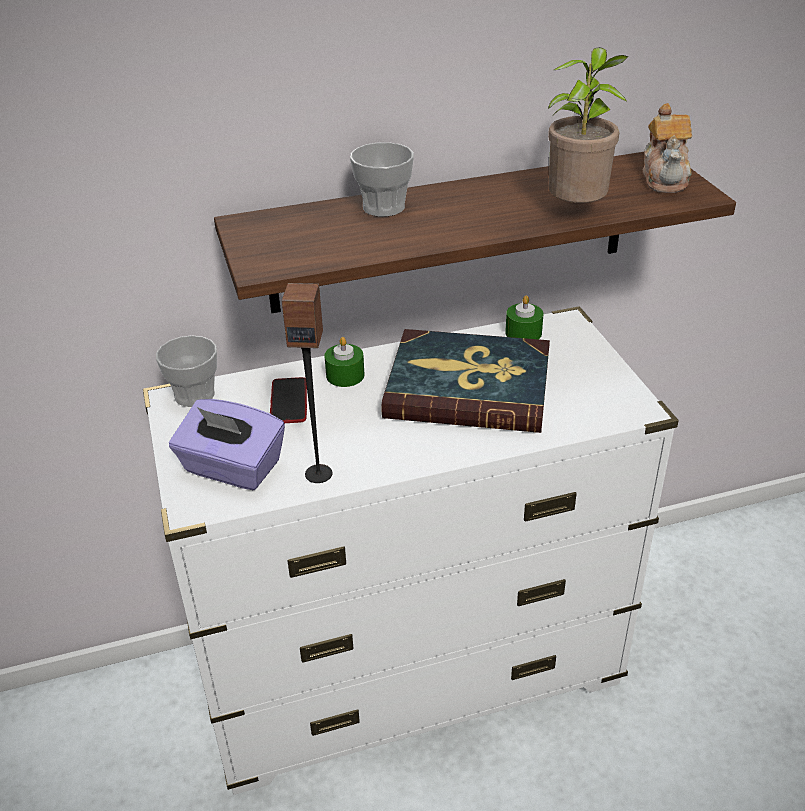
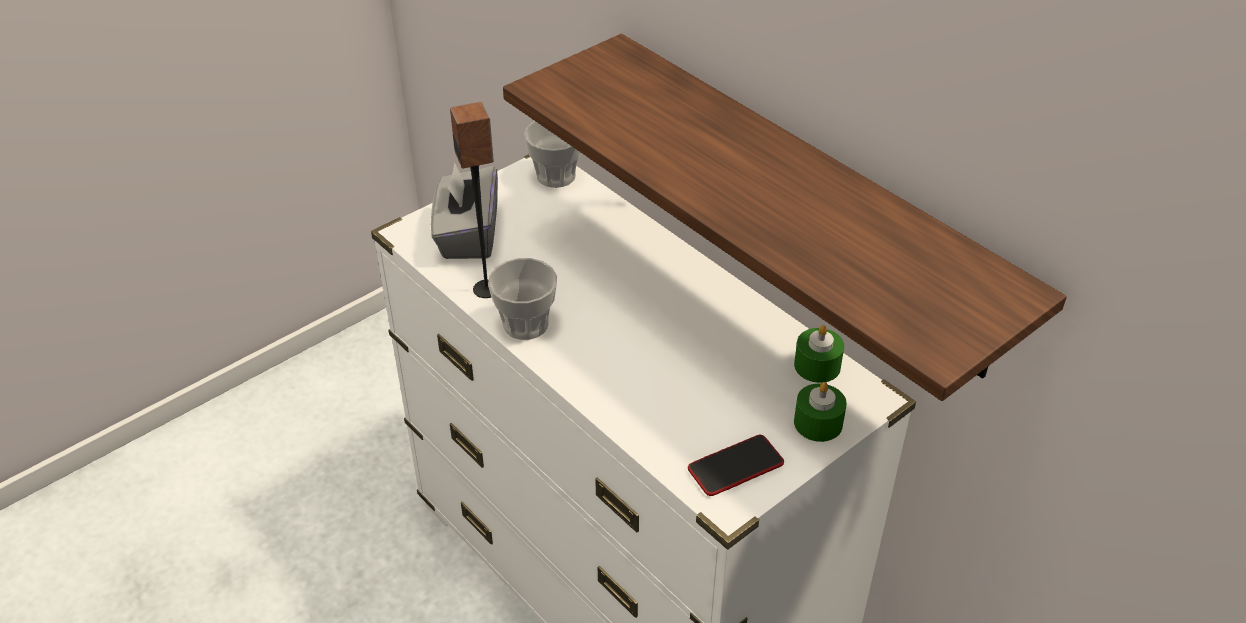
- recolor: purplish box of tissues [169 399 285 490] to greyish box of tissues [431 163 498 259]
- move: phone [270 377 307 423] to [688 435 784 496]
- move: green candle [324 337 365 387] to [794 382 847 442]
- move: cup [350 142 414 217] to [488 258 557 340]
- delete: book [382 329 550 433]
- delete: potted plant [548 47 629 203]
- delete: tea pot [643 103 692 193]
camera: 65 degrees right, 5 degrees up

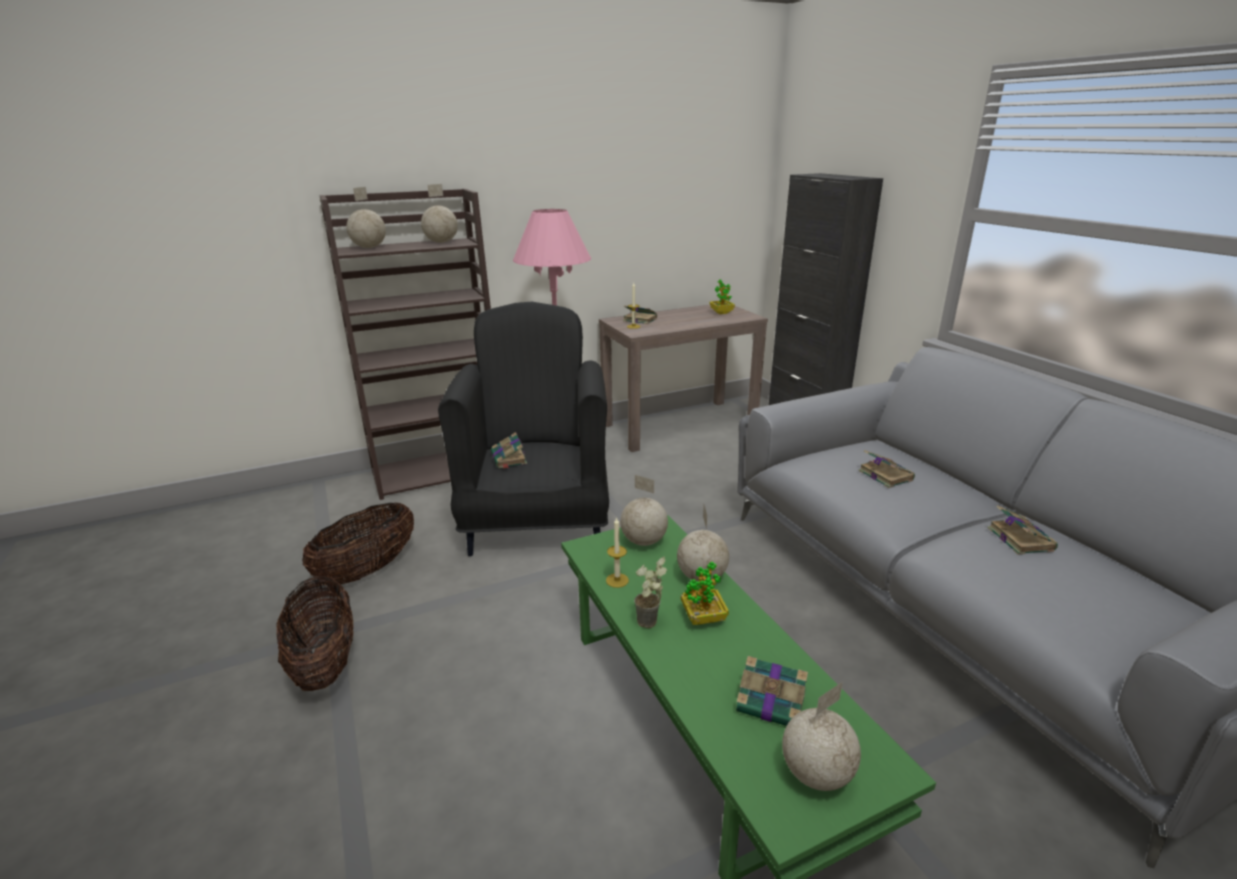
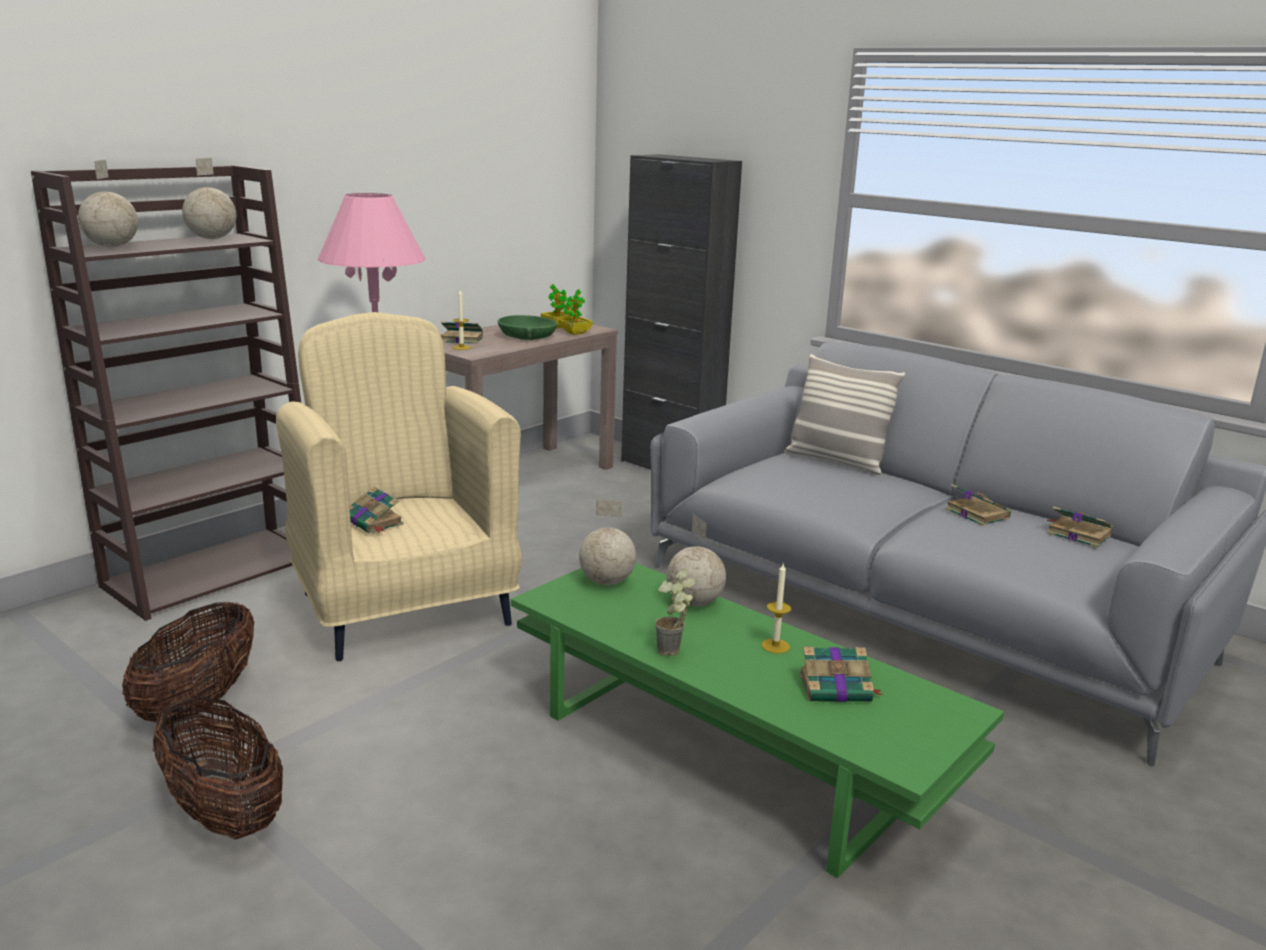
- recolor: black-coloured easy chair [438 302 609 556] to sand-coloured easy chair [276 312 522 661]
- move: candle [606 517 629 588] to [762 564 791 654]
- move: potted plant [681 562 729 625] to [558 289 593 335]
- delete: world globe [782 682 861 791]
- move: book [858 450 915 488] to [1047 506 1113 548]
- insert: green serving bowl [498 315 557 340]
- insert: pillow [784 354 905 475]
camera: 25 degrees left, 5 degrees down

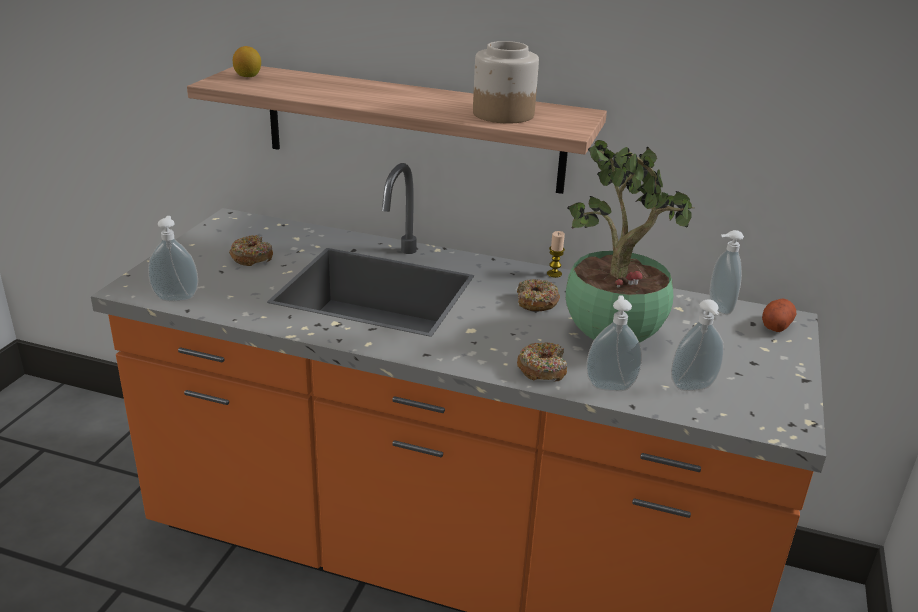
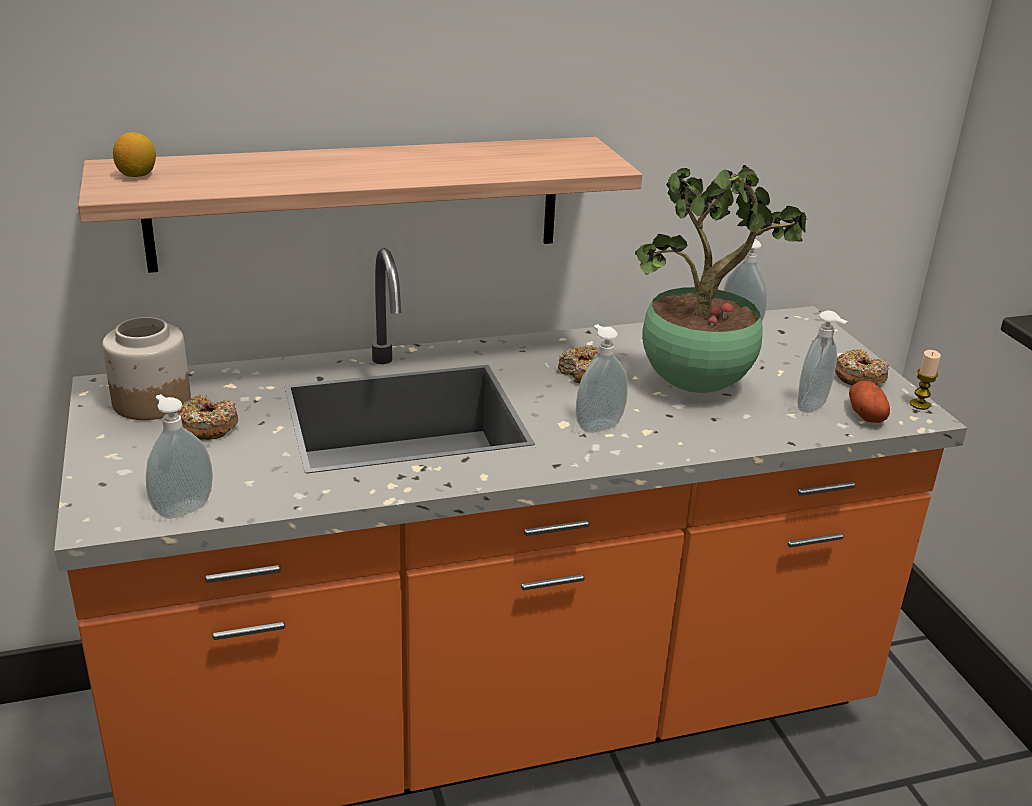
- move: storage jar [473 41 539 123] to [102 317 191 420]
- move: doughnut [517 342 567 382] to [835 349 889 386]
- move: candle [547 231 565 278] to [910 350 941 410]
- move: liquid soap bottle [586 295 642 391] to [576 324 628 433]
- move: spud [762 298 796 332] to [849 381 890 423]
camera: 35 degrees left, 0 degrees up

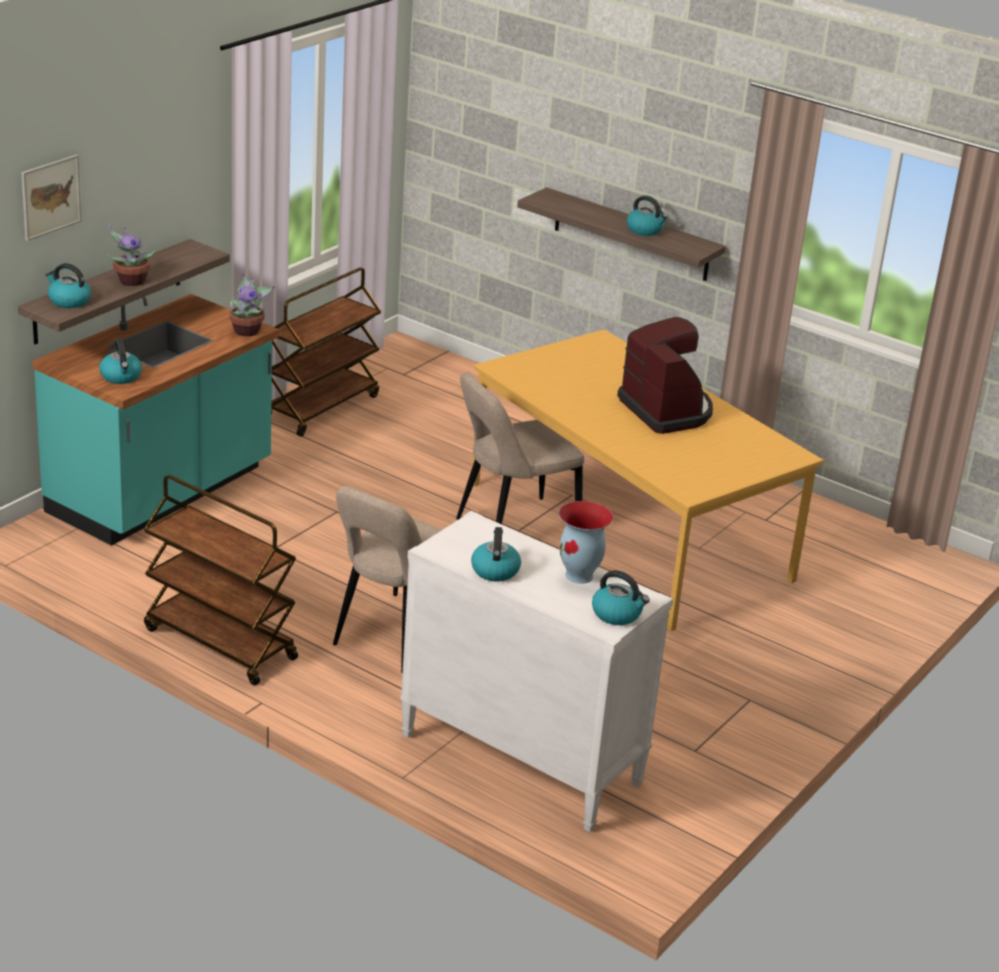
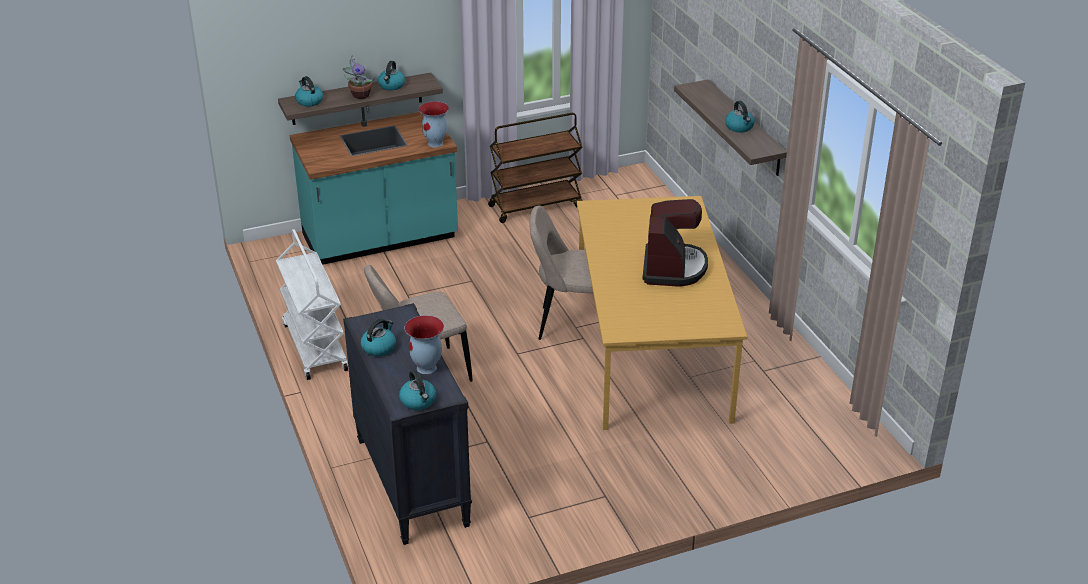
- delete: wall art [21 155 81 241]
- move: tea kettle [99 339 142 384] to [378 61 405 91]
- recolor: brownish trolley [144 475 298 685] to white trolley [276 229 348 380]
- replace: potted plant [229 273 274 336] to decorative vase [419 101 449 148]
- recolor: white drawer chest [400 511 673 832] to black-coloured drawer chest [343 303 472 545]
camera: 35 degrees right, 5 degrees up

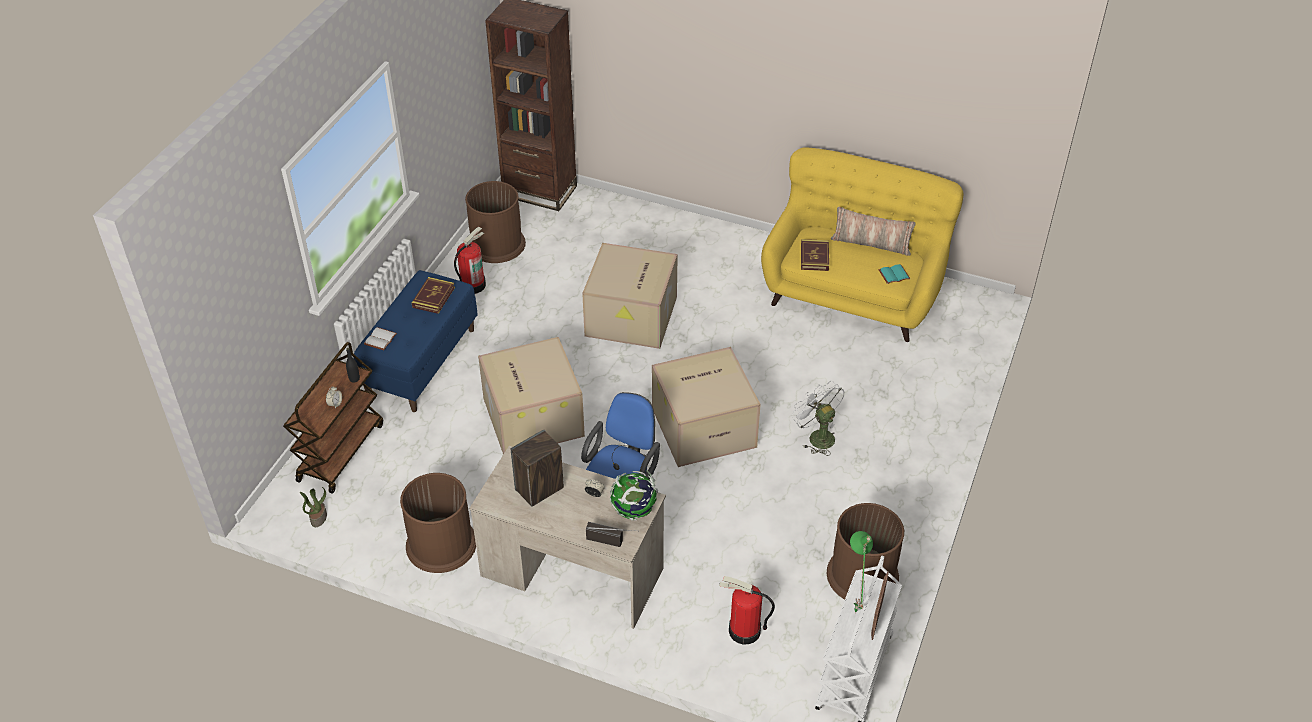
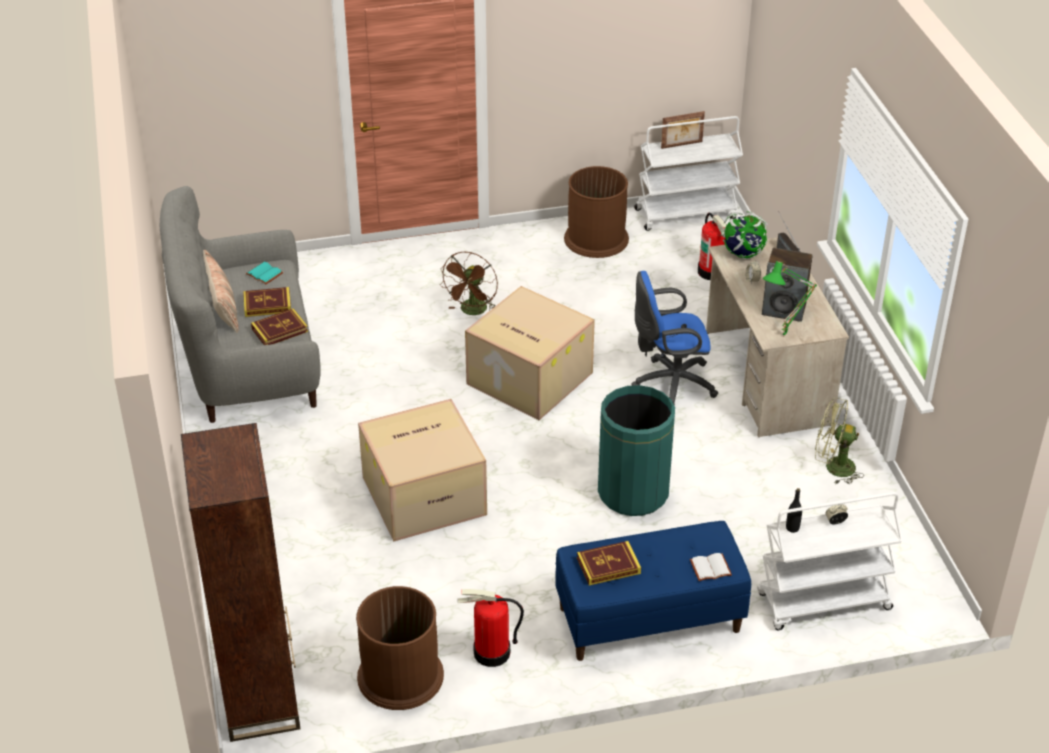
- recolor: brownish trolley [283 342 383 494] to white trolley [757 492 902 630]
- delete: potted plant [300 487 327 527]
- replace: brownish trash can [400 473 476 573] to green electric fan [815 398 864 484]
- replace: packing box [478 337 585 454] to green trash can [598 385 675 516]
- recolor: yellowish settee [761 148 964 342] to greyish settee [160 186 320 423]
- recolor: white electric fan [792 381 845 456] to brownish electric fan [440 252 498 315]
- move: green table lamp [850 531 873 614] to [763 261 817 337]
- insert: book [243 287 291 317]
camera: 125 degrees left, 5 degrees down

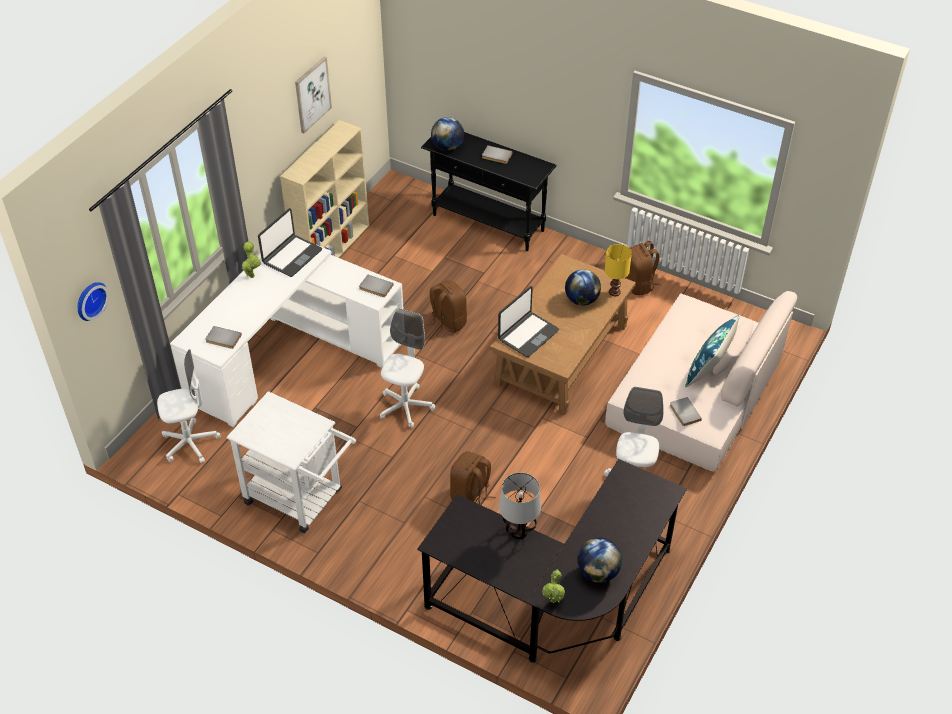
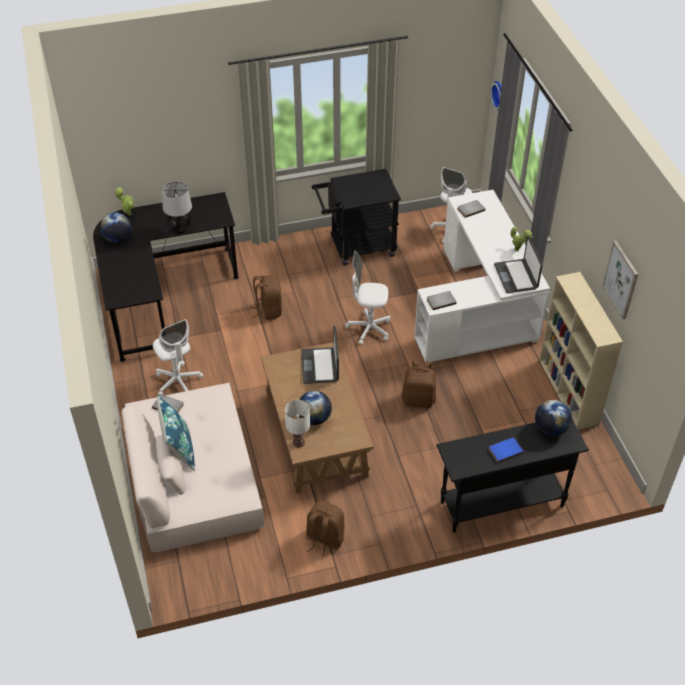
- recolor: white trolley [226 391 356 533] to black-coloured trolley [312 169 401 266]
- rotate: white desk chair [380 308 435 428] = [345 250 391 345] 120 degrees clockwise
- recolor: greyish book [482 145 513 164] to bluish book [489 438 524 463]
- recolor: yellowish table lamp [604 244 632 296] to white table lamp [285 400 310 448]
camera: 135 degrees right, 0 degrees up

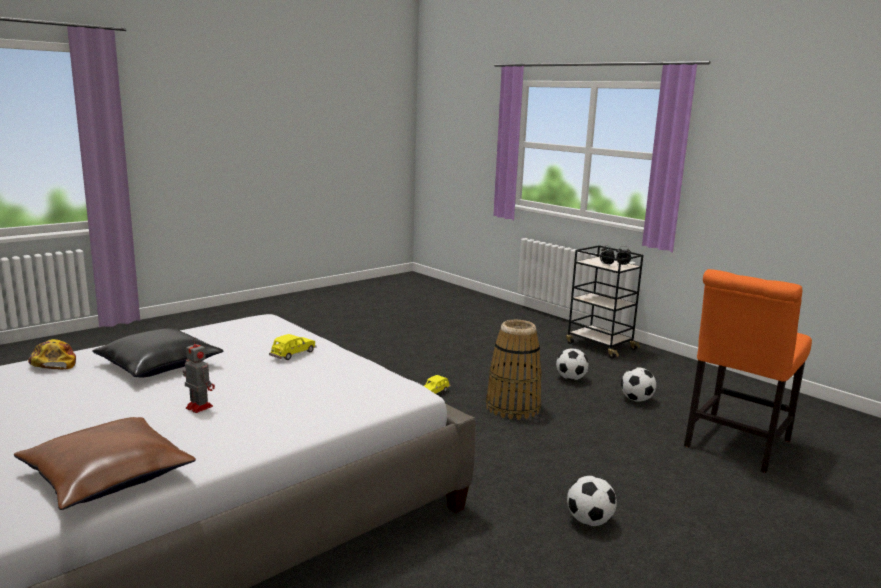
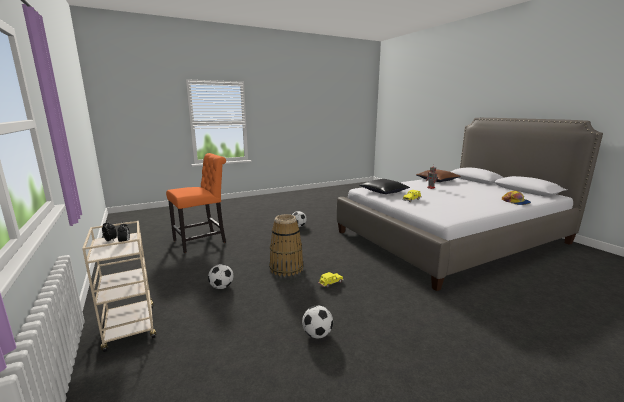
- move: black-coloured pillow [92 328 223 378] to [360 179 410 194]
- recolor: black-coloured trolley [566 245 643 358] to sand-coloured trolley [82 221 156 352]
- move: ball for football [621 367 656 402] to [302 305 333 338]
camera: 165 degrees left, 0 degrees up

